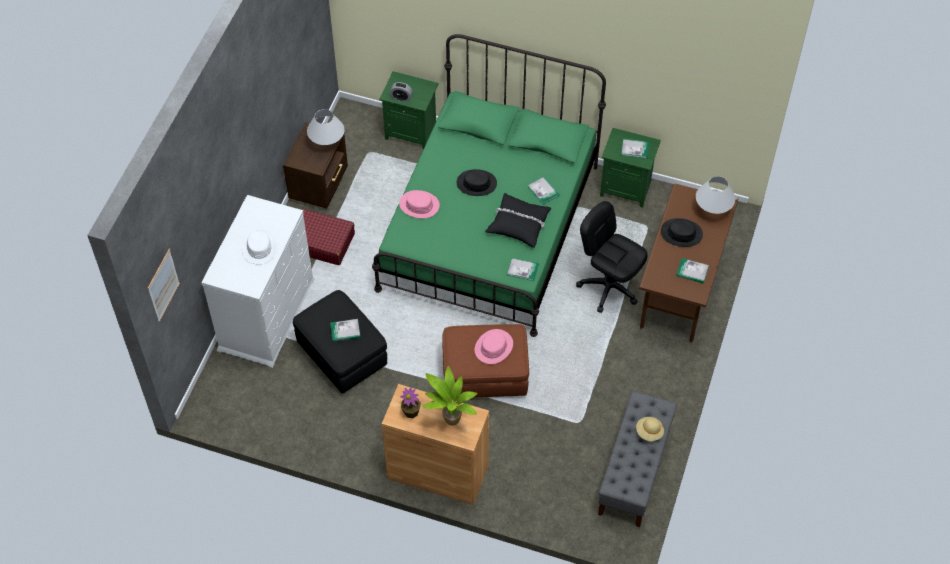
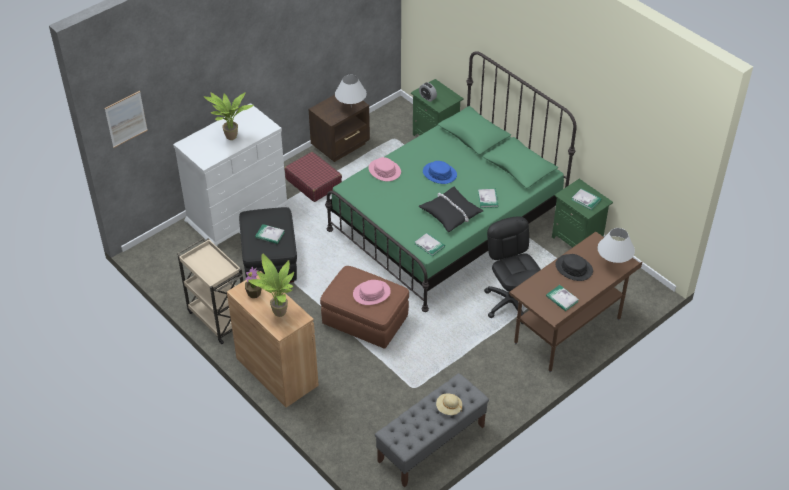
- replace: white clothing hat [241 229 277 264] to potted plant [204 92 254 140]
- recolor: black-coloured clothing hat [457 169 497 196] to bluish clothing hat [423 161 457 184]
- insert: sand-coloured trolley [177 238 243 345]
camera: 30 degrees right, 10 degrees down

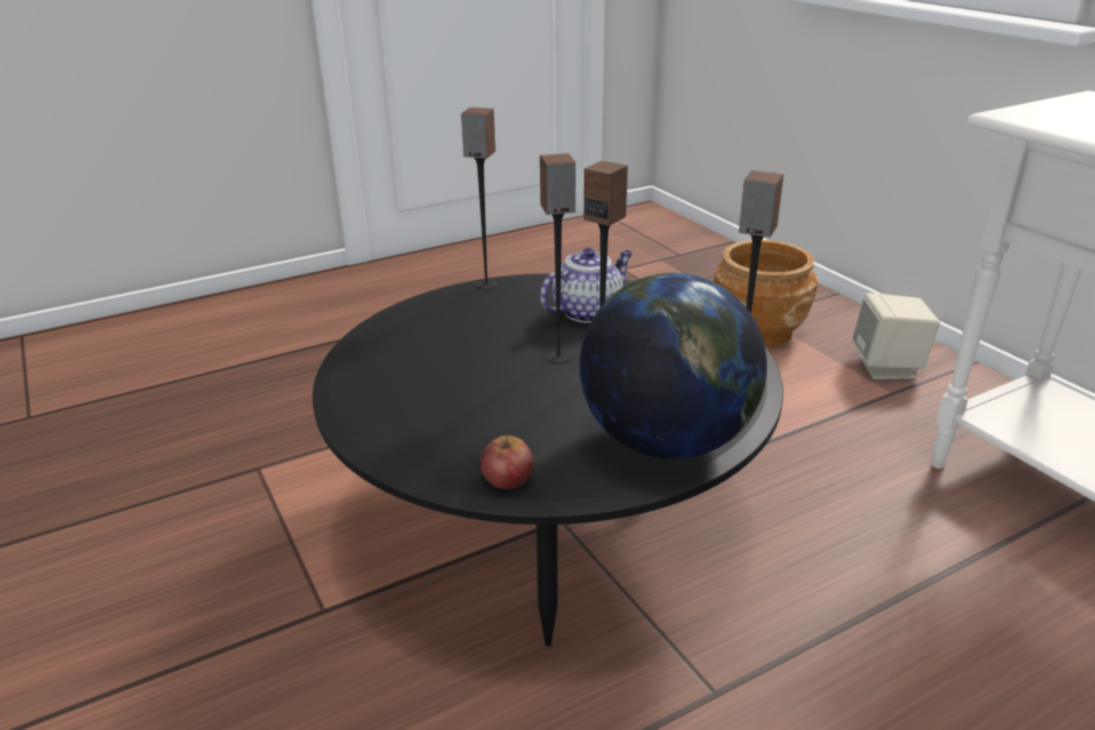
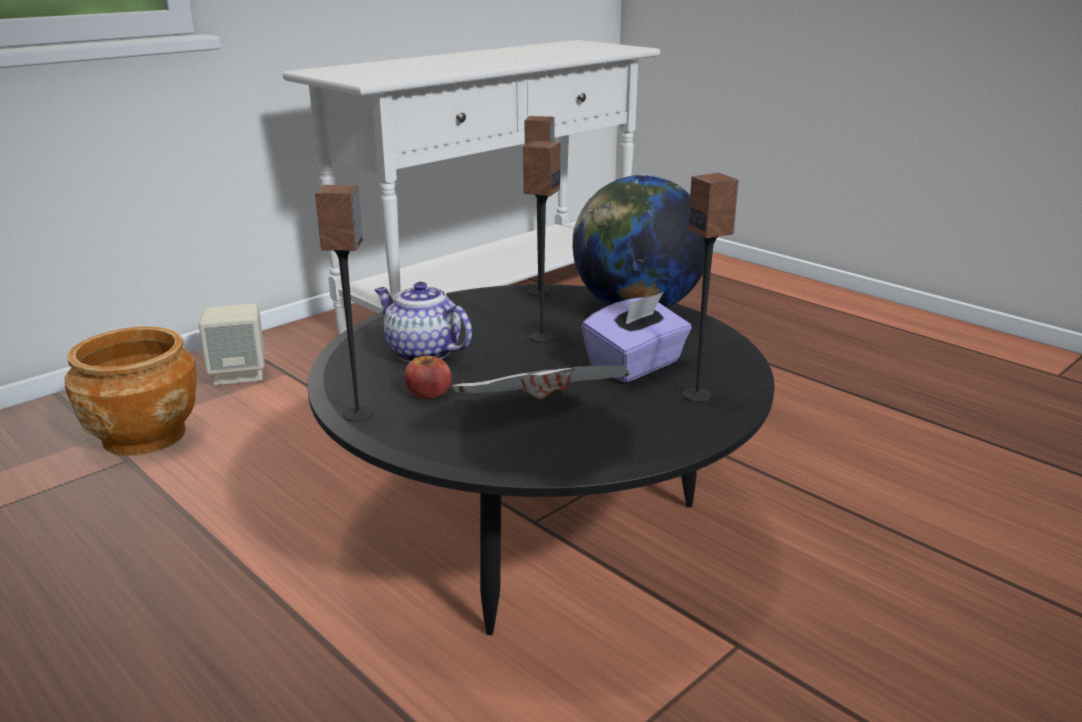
- move: apple fruit [480 434 534 489] to [404 353 452 399]
- move: loudspeaker [540 153 576 364] to [683 173 739 402]
- insert: printed paper [449 365 631 399]
- insert: purplish box of tissues [582 292 692 383]
camera: 105 degrees left, 5 degrees down

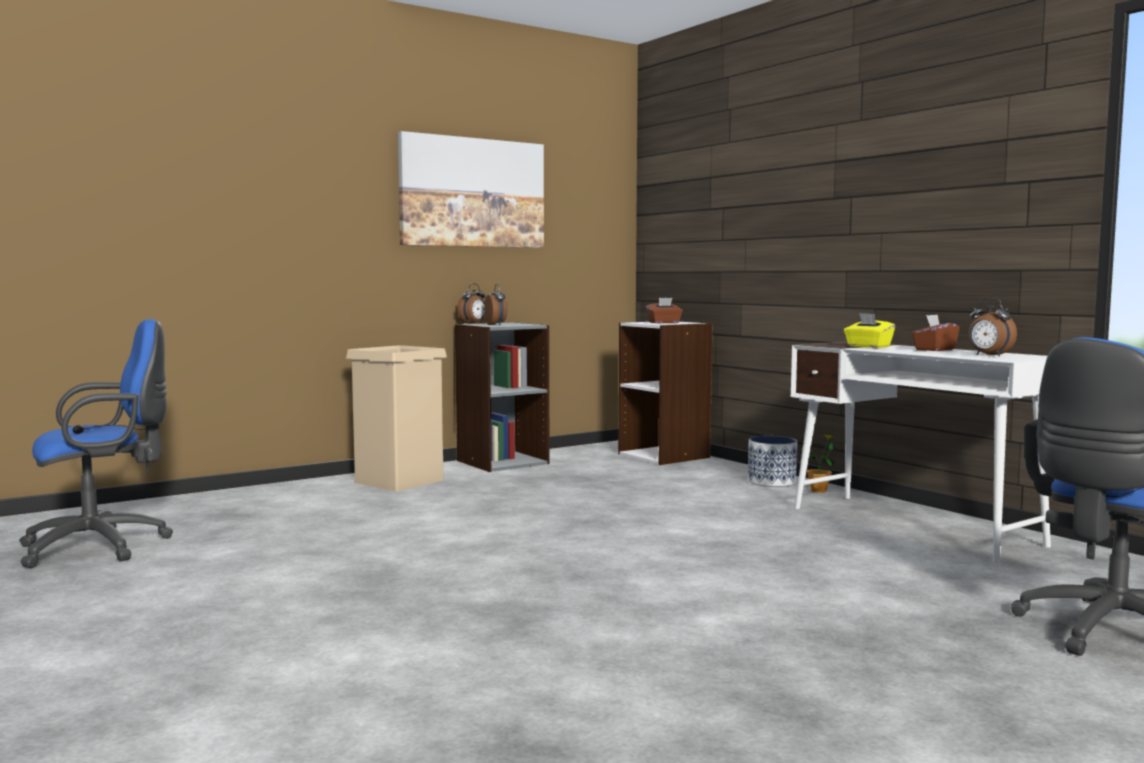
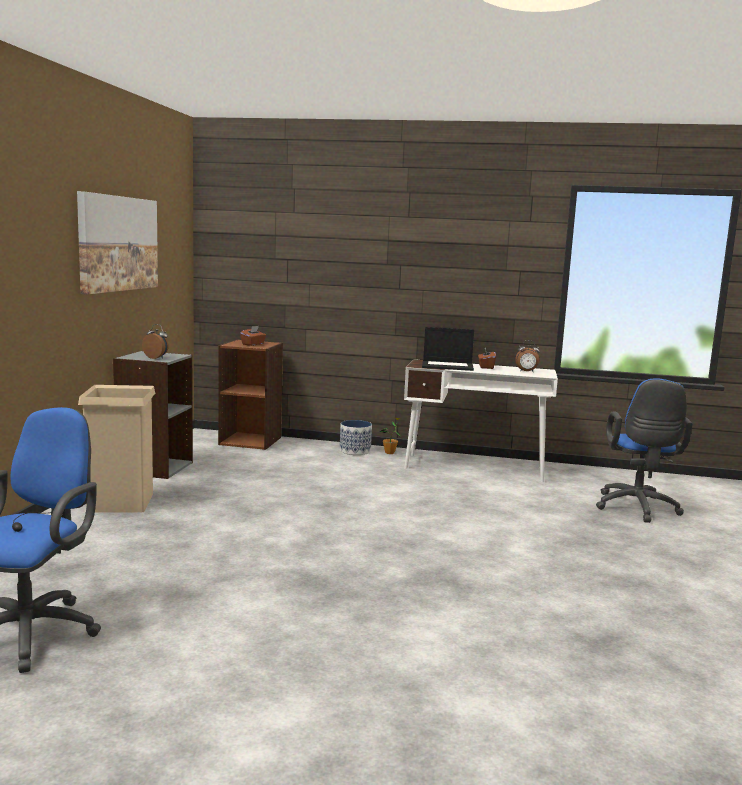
- delete: alarm clock [457 284 485 324]
- recolor: white bookcase [618 321 712 465] to brownish bookcase [218 340 283 450]
- replace: yellowish box of tissues [844 313 895 348] to laptop [422 327 474 371]
camera: 45 degrees left, 5 degrees up

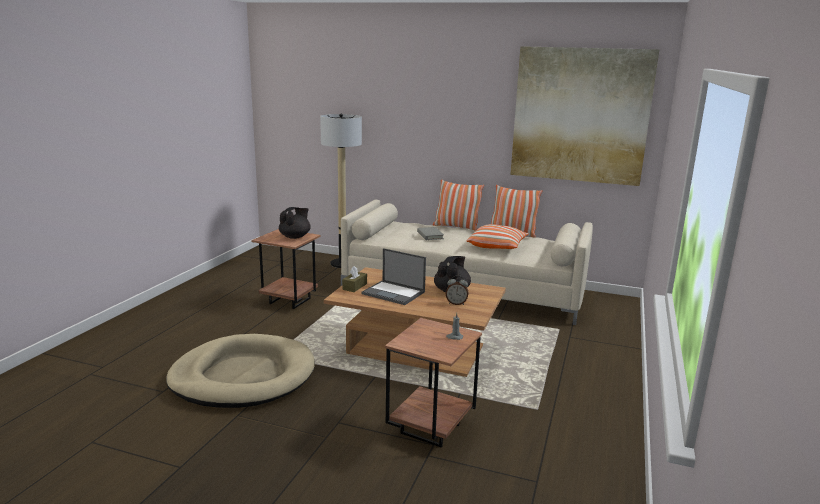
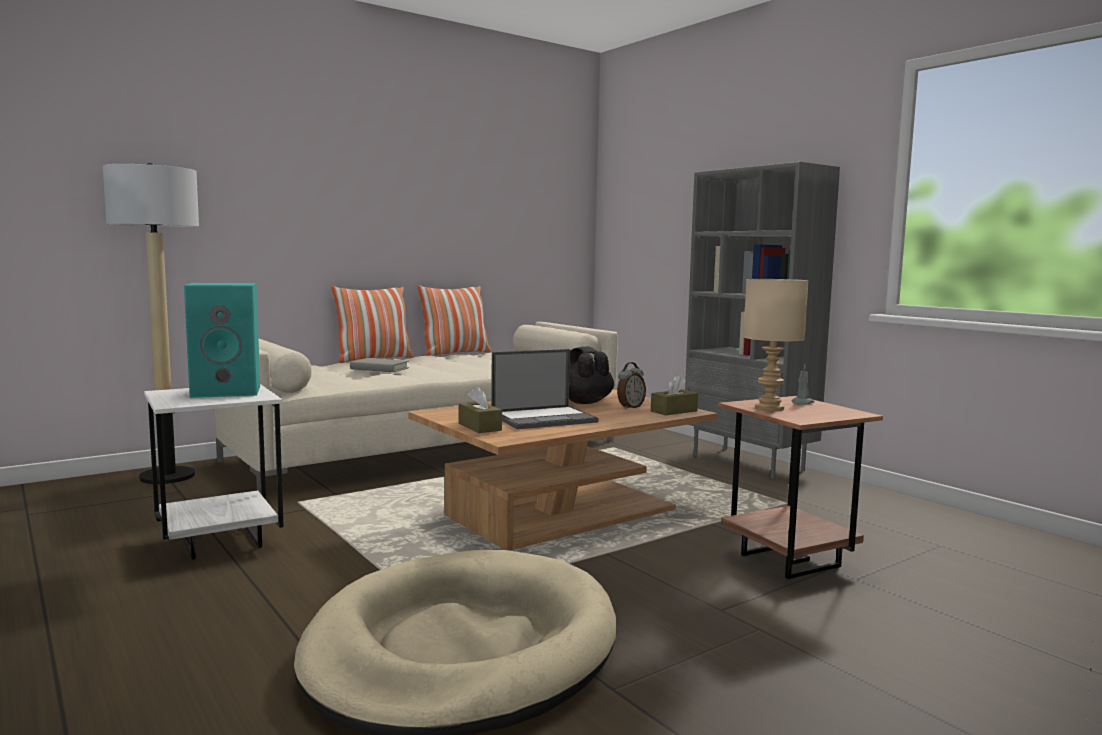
- recolor: brownish end table [251 229 321 309] to white end table [144 384 284 560]
- replace: black-coloured tea pot [279 207 311 239] to turquoise-coloured loudspeaker [184 283 260 398]
- delete: pillow [467 224 529 249]
- delete: wall art [510 46 659 186]
- insert: brownish box of tissues [651 375 698 415]
- insert: greyish bookcase [685 162 840 479]
- insert: sand-coloured table lamp [743 279 809 411]
camera: 55 degrees left, 10 degrees down

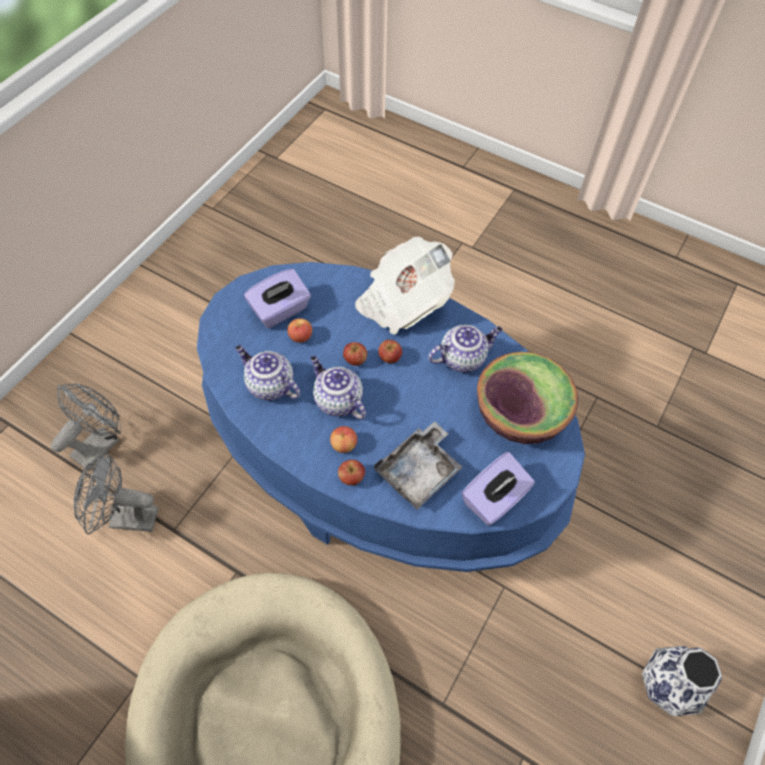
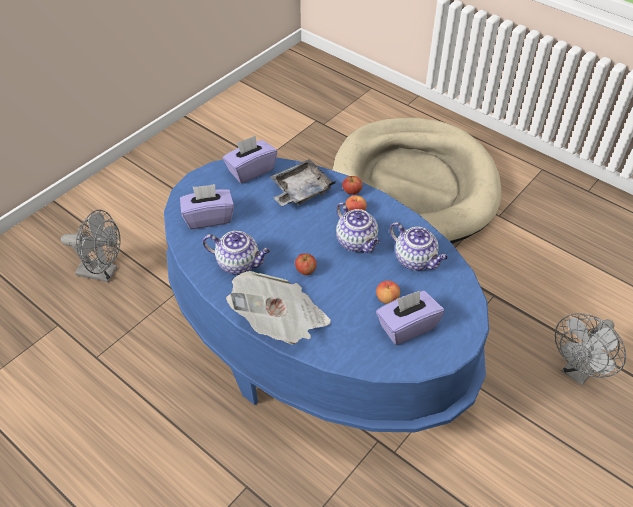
- move: greyish electric fan [74 452 159 534] to [61 210 121 282]
- delete: apple fruit [343 342 367 366]
- rotate: tea pot [428 325 503 373] = [203 231 270 275] 150 degrees counterclockwise
- replace: serving bowl [477 352 578 444] to purplish box of tissues [180 184 234 229]
- delete: decorative vase [642 646 723 716]
camera: 170 degrees left, 10 degrees down

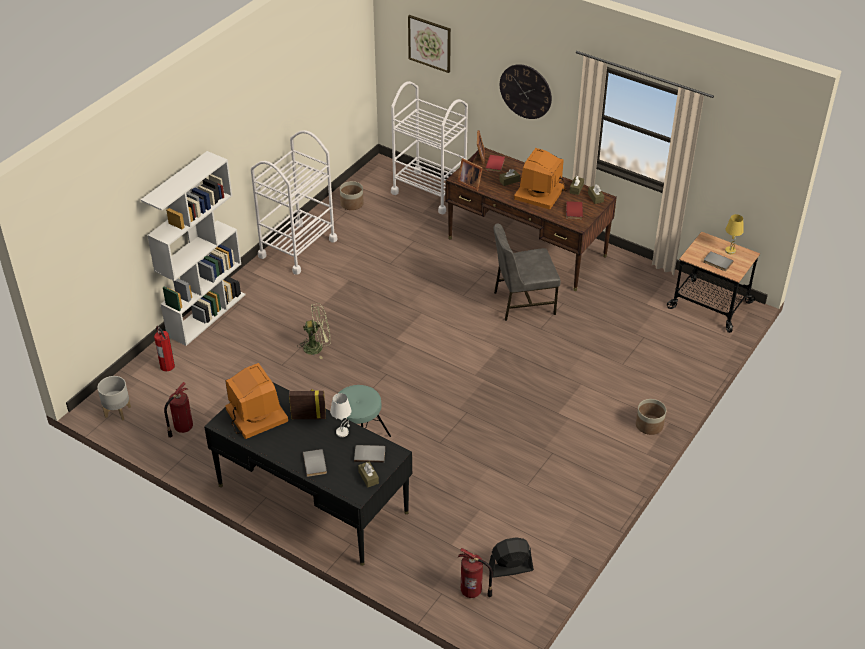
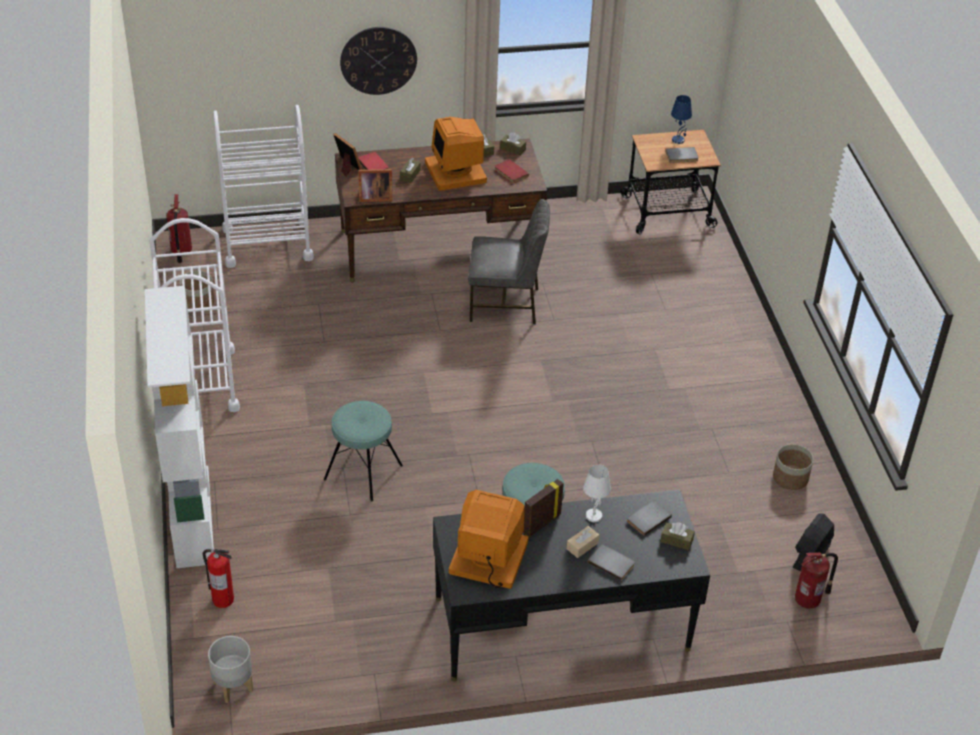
- move: extinguisher [164 382 193 438] to [166 194 192 263]
- replace: green electric fan [297 303 331 359] to turquoise-coloured stool seat [324 401 403 501]
- delete: wall art [408 15 451 73]
- rotate: greyish chair [493 223 561 321] = [468 199 550 324] 120 degrees counterclockwise
- move: flower pot [636 399 666 435] to [773 444 813 490]
- recolor: yellowish table lamp [725 214 744 254] to bluish table lamp [671 95 692 144]
- insert: sand-coloured box of tissues [567 526 599 558]
camera: 45 degrees left, 0 degrees up

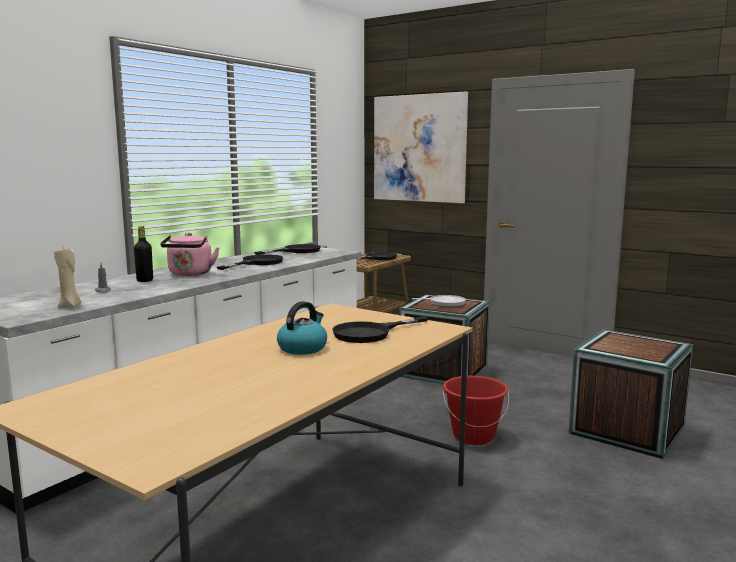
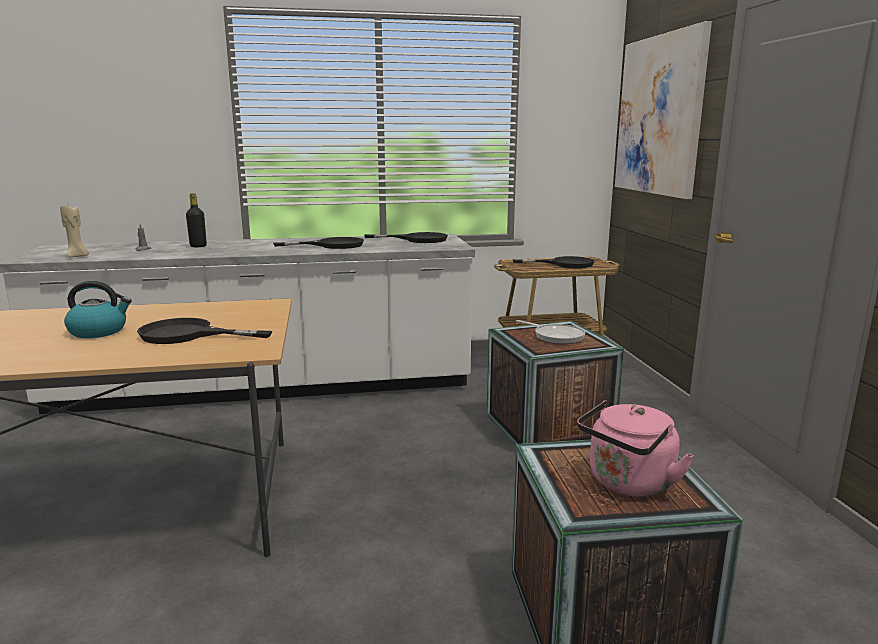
- move: pinkish tea kettle [160 232 219 276] to [577 400 694 497]
- delete: red-coloured bucket [443 376 509 445]
camera: 45 degrees right, 5 degrees up

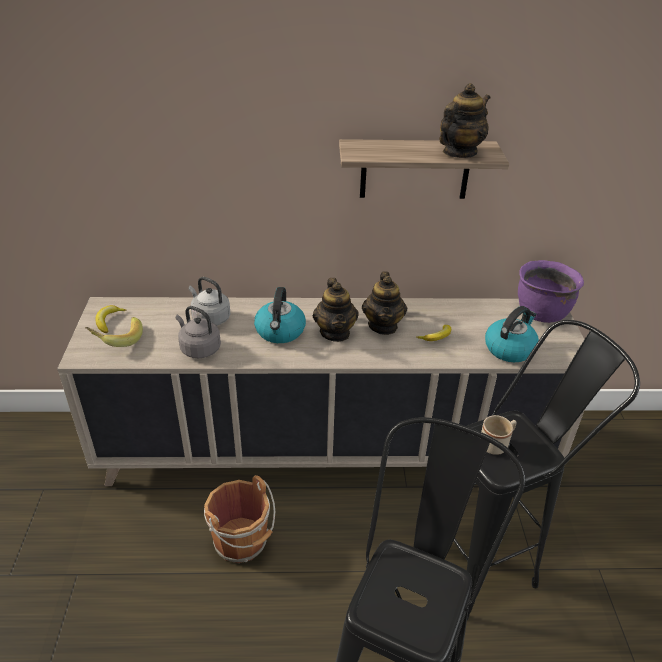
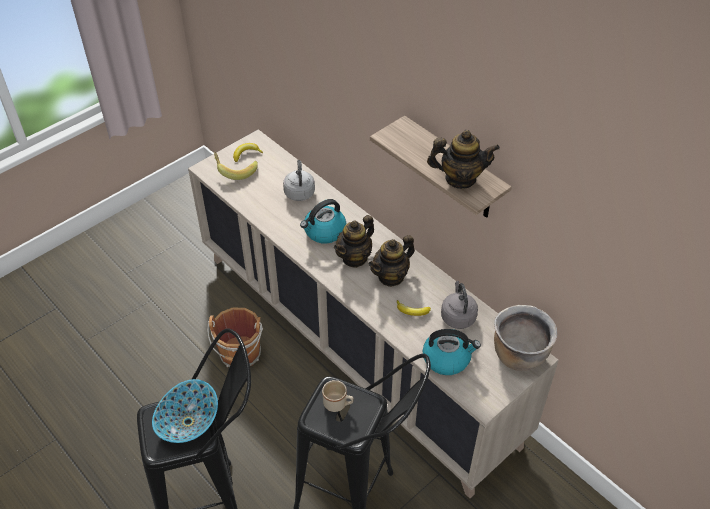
- move: greyish tea kettle [176 306 221 358] to [441 281 478 329]
- recolor: purplish saucepot [518 260 584 323] to brownish saucepot [494 305 557 371]
- insert: serving bowl [152 379 218 443]
camera: 50 degrees right, 10 degrees up

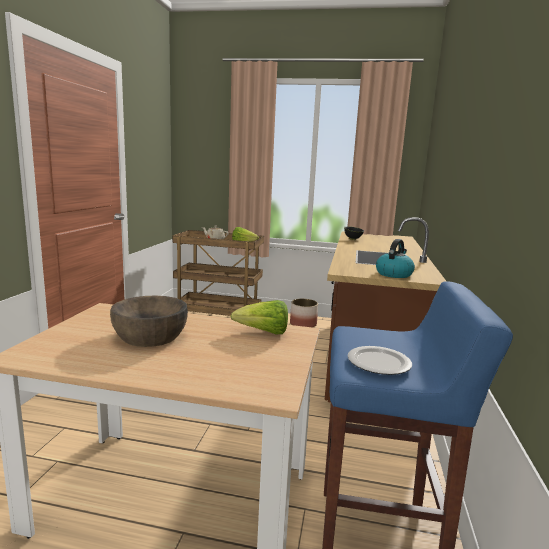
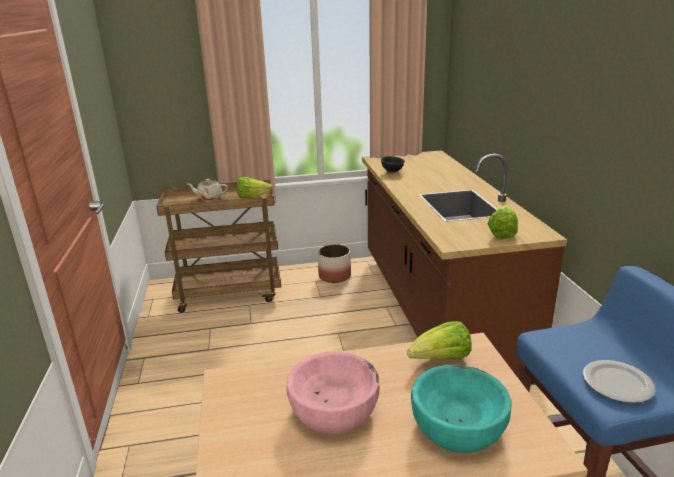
- recolor: brownish serving bowl [110 296 188 347] to pinkish serving bowl [286 352 380 434]
- replace: tea kettle [376 239 415 278] to lettuce [488 206 518 239]
- insert: turquoise-coloured serving bowl [411 365 512 453]
camera: 20 degrees left, 10 degrees up

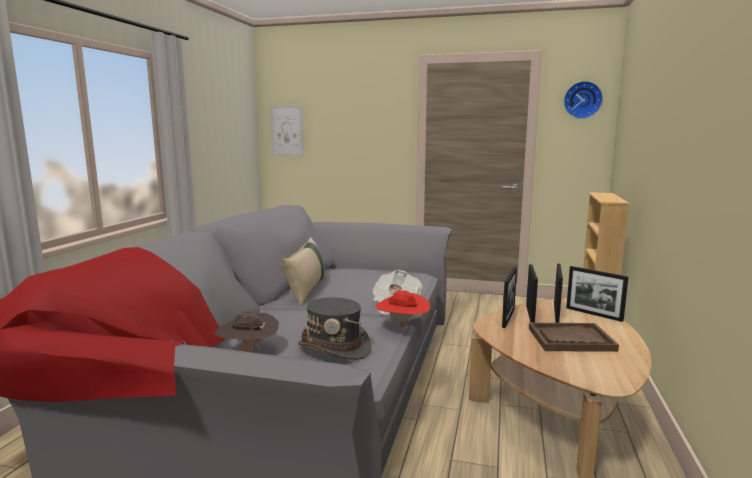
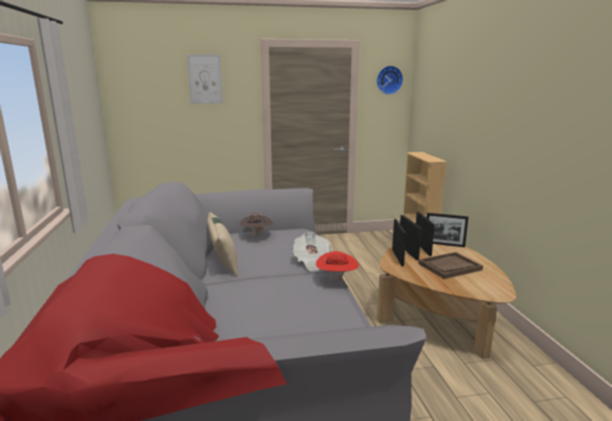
- move: brownish clothing hat [215 312 279 352] to [239 213 273 236]
- move: wall art [270 106 304 156] to [187 54 223 104]
- delete: greyish clothing hat [298 297 371 360]
camera: 25 degrees left, 5 degrees up

